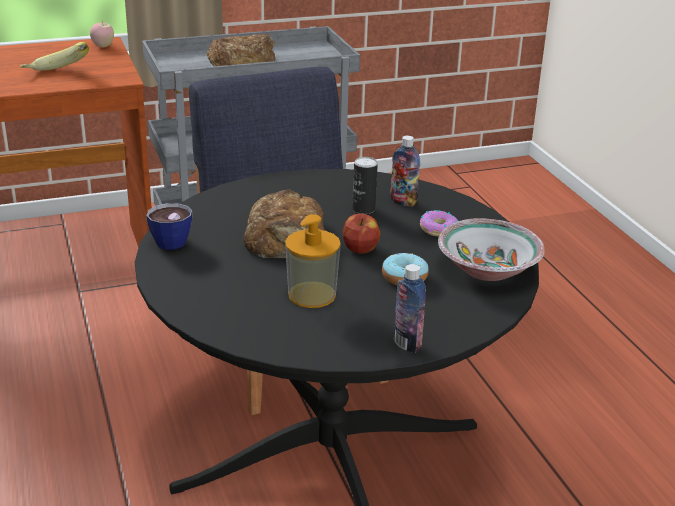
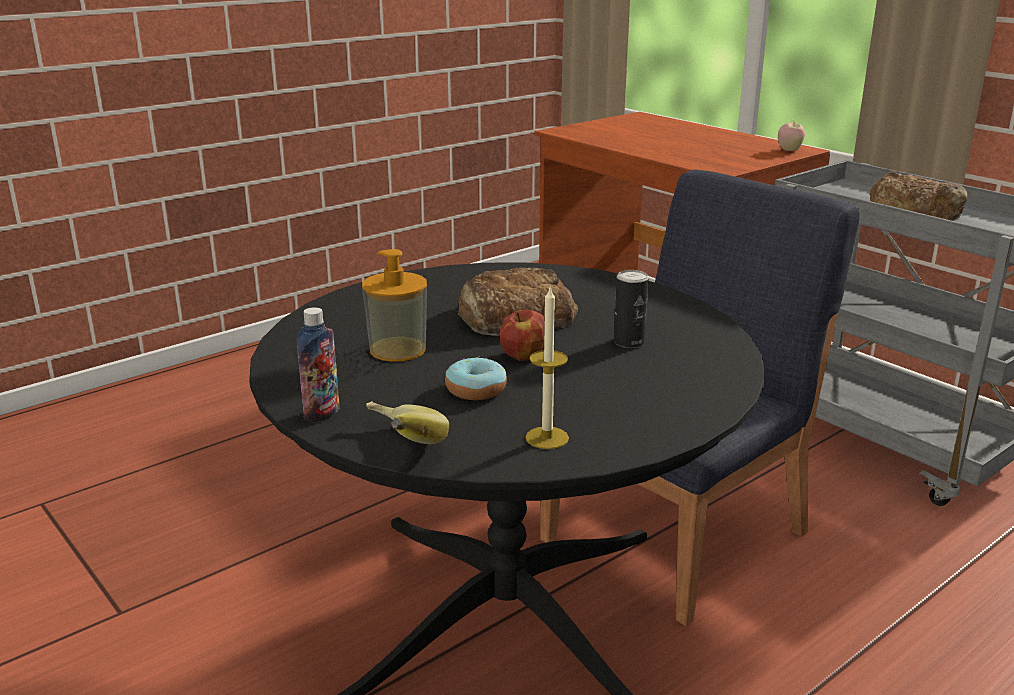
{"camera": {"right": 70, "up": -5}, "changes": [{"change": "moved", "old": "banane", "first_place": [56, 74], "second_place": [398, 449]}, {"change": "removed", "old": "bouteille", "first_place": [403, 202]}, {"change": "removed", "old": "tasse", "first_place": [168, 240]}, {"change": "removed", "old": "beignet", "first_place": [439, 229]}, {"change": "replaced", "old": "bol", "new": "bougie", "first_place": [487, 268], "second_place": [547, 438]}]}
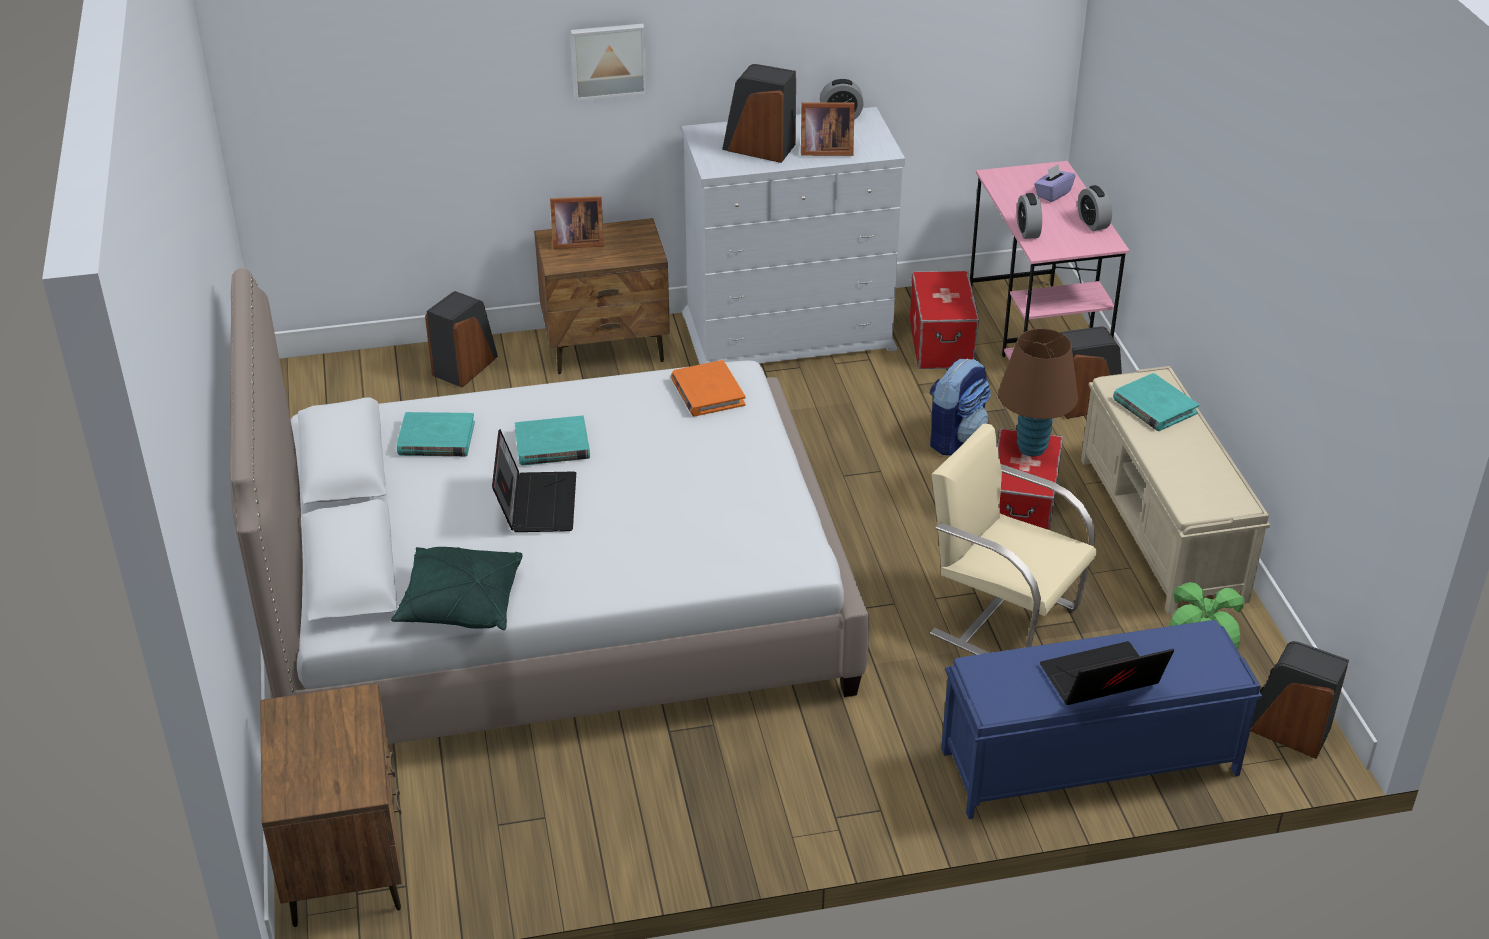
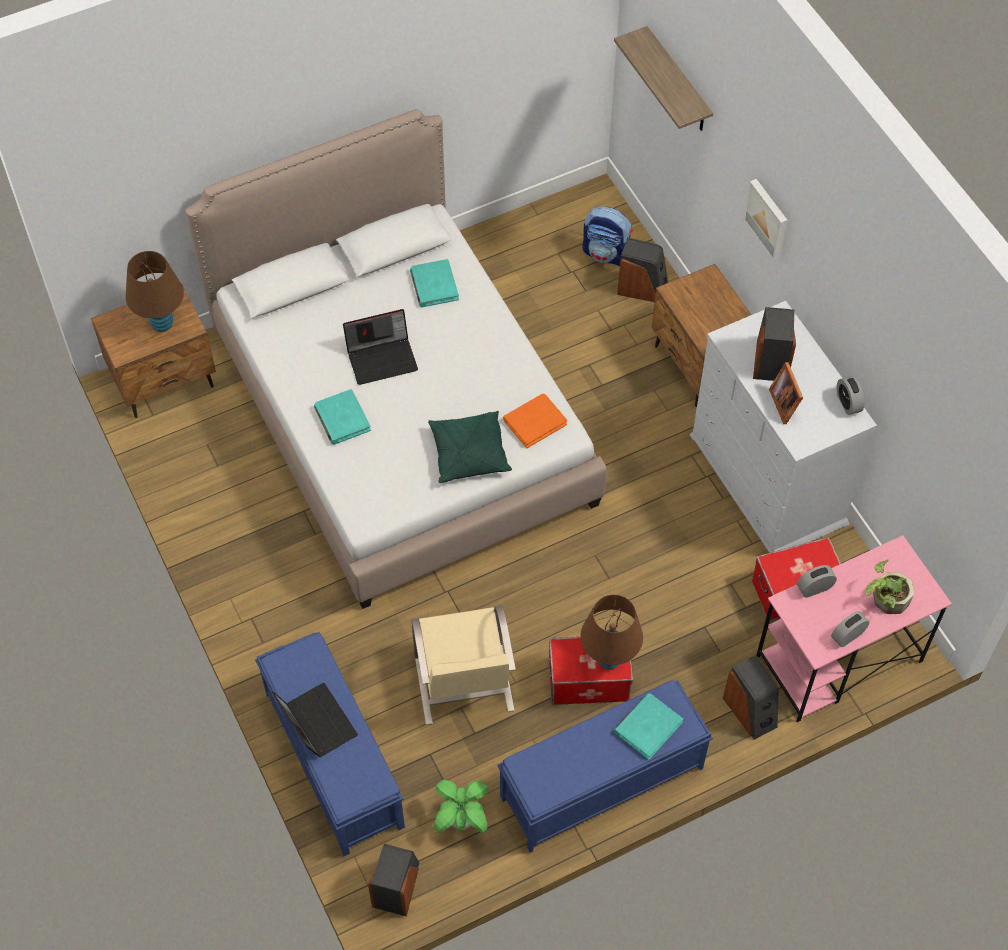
{"camera": {"right": 75, "up": 20}, "changes": [{"change": "replaced", "old": "boîte à mouchoirs/violet", "new": "plante en pot", "first_place": [1053, 194], "second_place": [885, 599]}, {"change": "removed", "old": "cadre photo", "first_place": [576, 241]}, {"change": "moved", "old": "sac à dos", "first_place": [956, 438], "second_place": [606, 253]}, {"change": "recoloured", "old": "banc/beige", "new": "banc/bleu", "first_place": [1162, 529], "second_place": [600, 783]}, {"change": "moved", "old": "livre/turquoise", "first_place": [552, 445], "second_place": [342, 419]}, {"change": "turned", "old": "chaise/beige", "first_place": [1002, 619], "second_place": [464, 686], "degrees": 150}, {"change": "moved", "old": "coussin/vert", "first_place": [460, 604], "second_place": [469, 453]}, {"change": "added", "new": "étagère", "second_place": [678, 82]}, {"change": "added", "new": "lampe de table/marron", "second_place": [162, 324]}]}
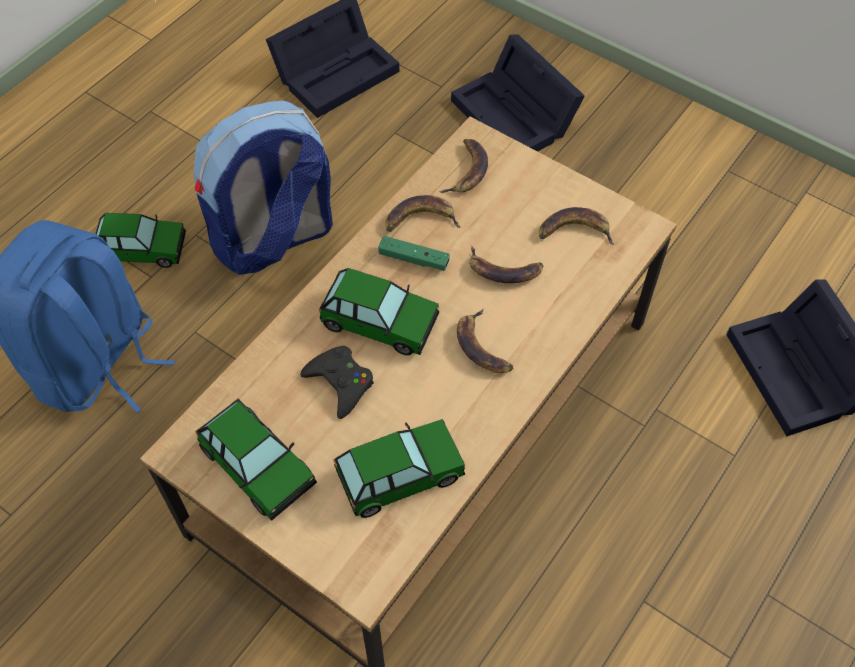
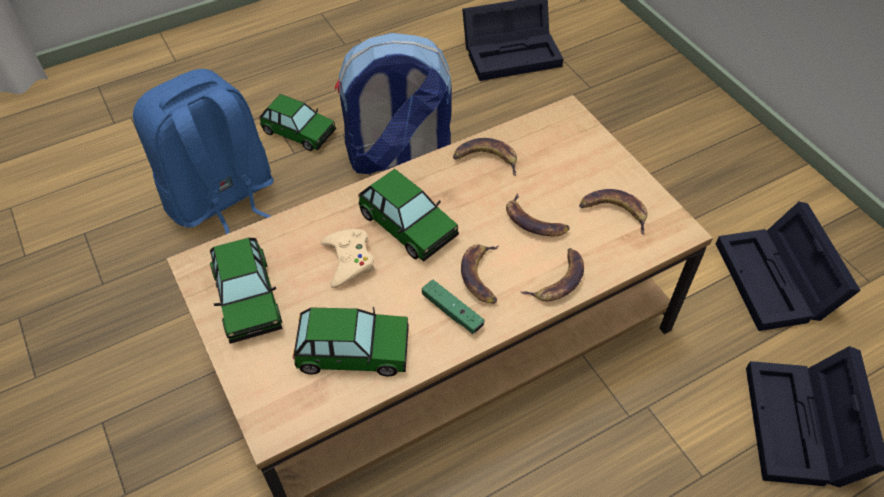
{"camera": {"right": 25, "up": -5}, "changes": [{"change": "moved", "old": "boîte de rangement/noir", "first_place": [517, 116], "second_place": [778, 282]}, {"change": "moved", "old": "banane", "first_place": [467, 170], "second_place": [558, 280]}, {"change": "moved", "old": "manette/vert", "first_place": [414, 259], "second_place": [452, 312]}, {"change": "recoloured", "old": "manette/noir", "new": "manette/beige", "first_place": [340, 383], "second_place": [348, 260]}]}
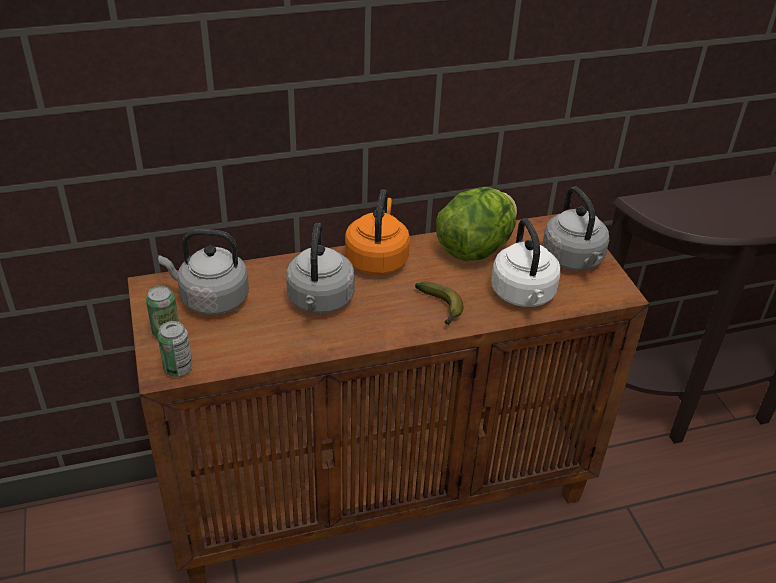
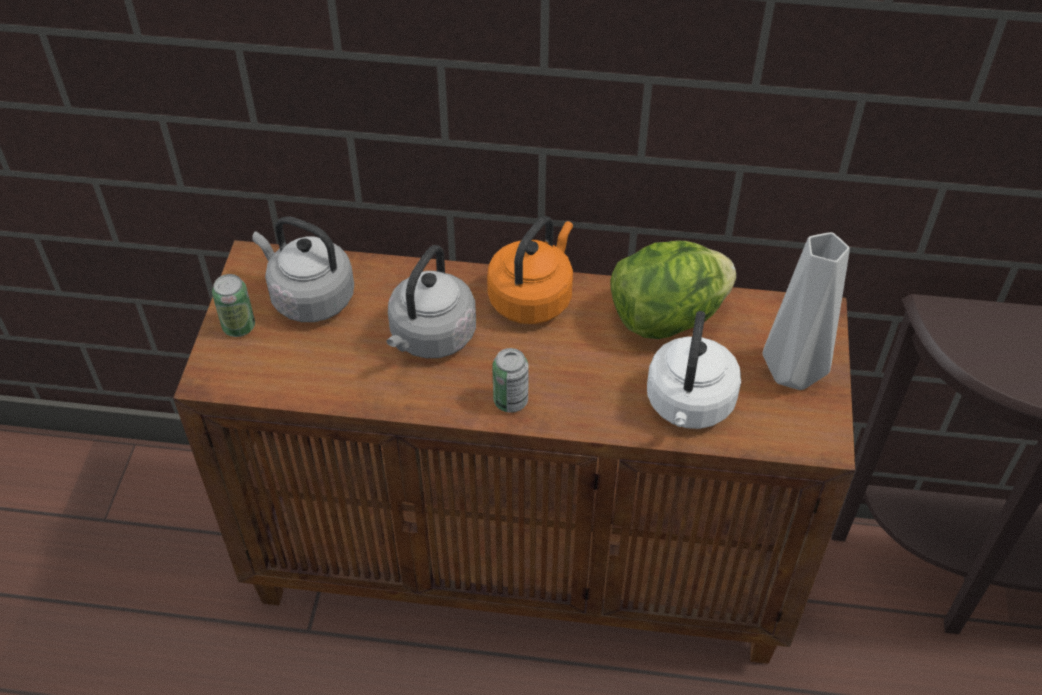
{"camera": {"right": 25, "up": 10}, "changes": [{"change": "replaced", "old": "bouilloire/gris", "new": "vase/gris", "first_place": [573, 260], "second_place": [789, 373]}, {"change": "removed", "old": "banane", "first_place": [441, 308]}, {"change": "moved", "old": "boîte métallique", "first_place": [178, 368], "second_place": [510, 401]}]}
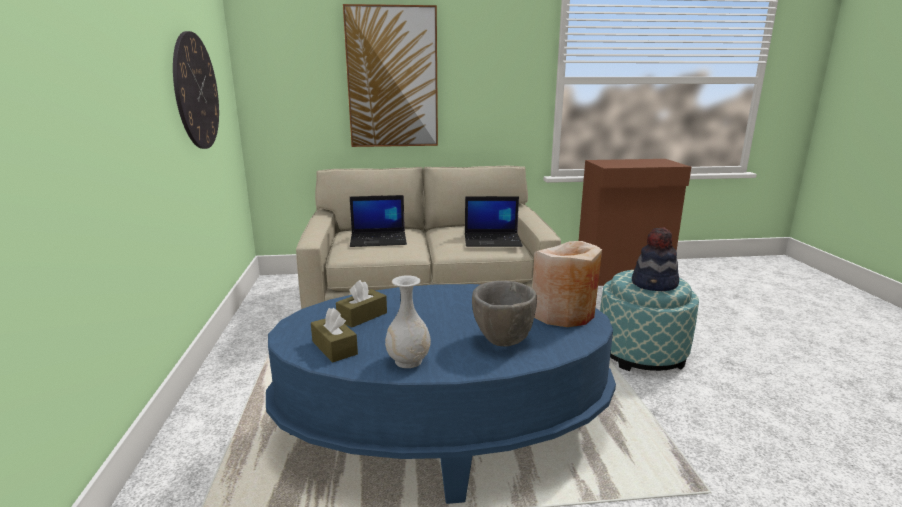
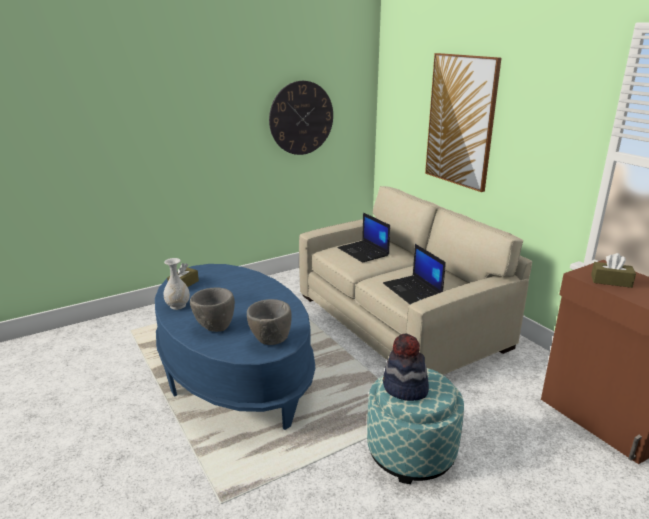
{"camera": {"right": 65, "up": 5}, "changes": [{"change": "replaced", "old": "vase/beige", "new": "bol/gris", "first_place": [563, 313], "second_place": [270, 341]}, {"change": "moved", "old": "boîte à mouchoirs/marron", "first_place": [362, 316], "second_place": [611, 281]}]}
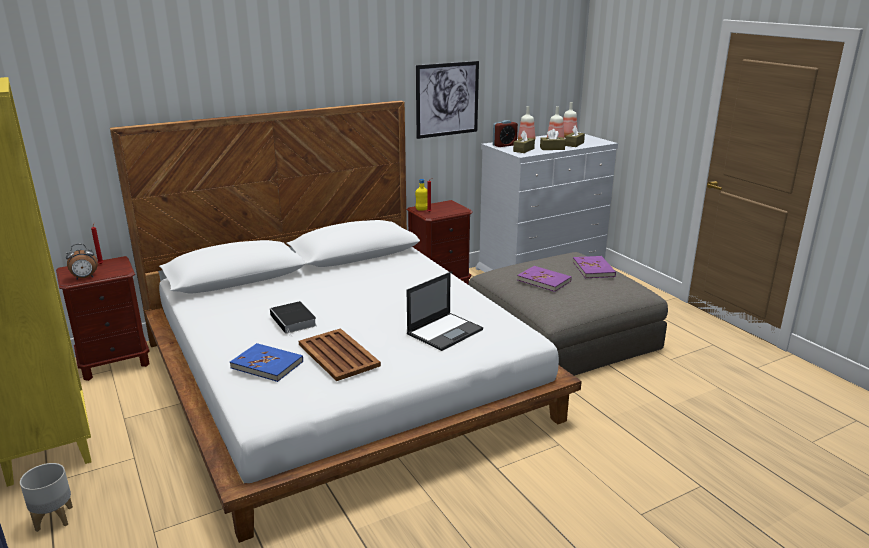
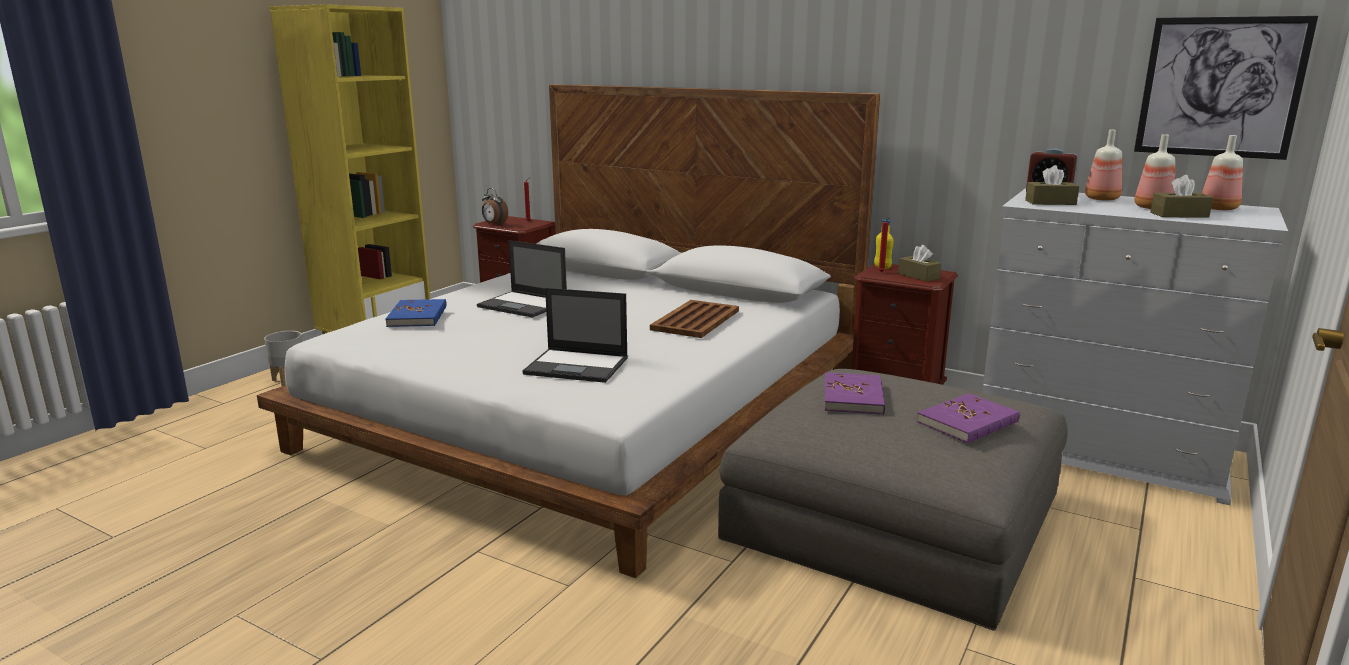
{"camera": {"right": 60, "up": -5}, "changes": [{"change": "moved", "old": "tableau", "first_place": [447, 99], "second_place": [1220, 87]}, {"change": "moved", "old": "boîte à mouchoirs/marron", "first_place": [552, 148], "second_place": [918, 276]}, {"change": "replaced", "old": "livre", "new": "ordinateur portable", "first_place": [294, 321], "second_place": [524, 305]}, {"change": "moved", "old": "plateau/marron", "first_place": [338, 355], "second_place": [695, 320]}]}
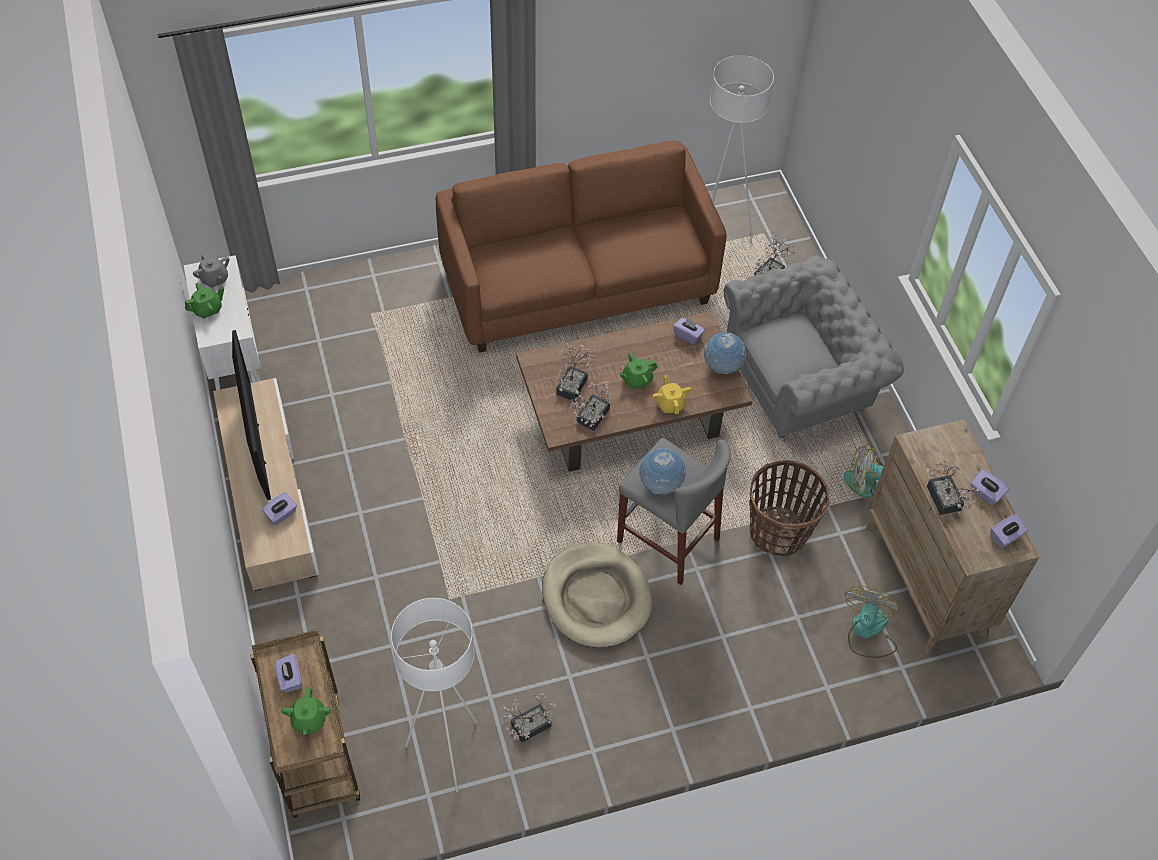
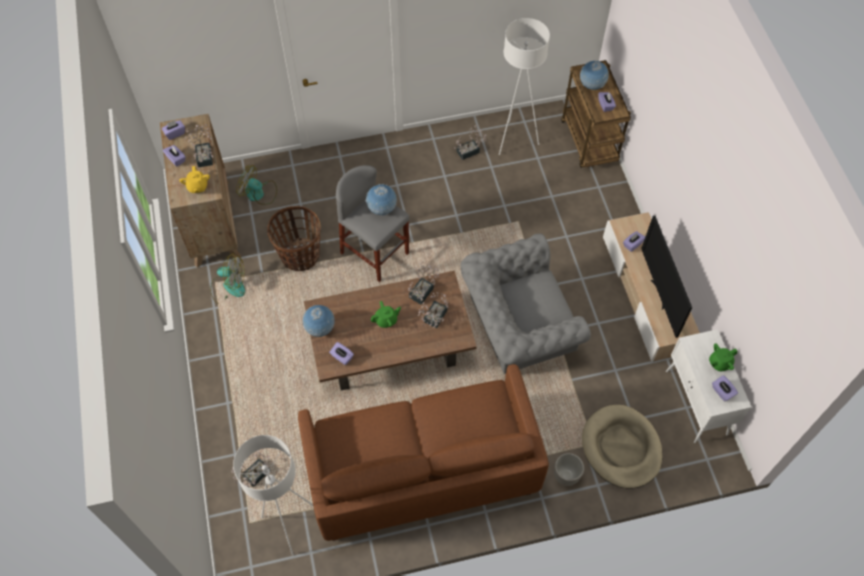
{"camera": {"right": -175, "up": 5}, "changes": [{"change": "replaced", "old": "théière/gris", "new": "boîte à mouchoirs/violet", "first_place": [214, 279], "second_place": [722, 392]}, {"change": "moved", "old": "fauteuil/gris", "first_place": [801, 381], "second_place": [517, 327]}, {"change": "moved", "old": "théière/jaune", "first_place": [670, 404], "second_place": [197, 187]}, {"change": "moved", "old": "panier pour chien/beige", "first_place": [596, 597], "second_place": [621, 448]}, {"change": "turned", "old": "ventilateur", "first_place": [867, 632], "second_place": [259, 193], "degrees": 90}, {"change": "replaced", "old": "théière/vert", "new": "globe", "first_place": [309, 720], "second_place": [591, 86]}, {"change": "added", "new": "cache-pot", "second_place": [565, 476]}]}
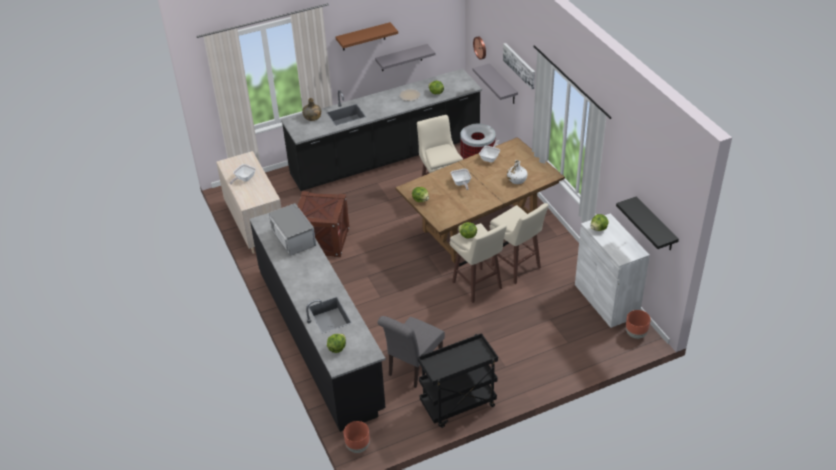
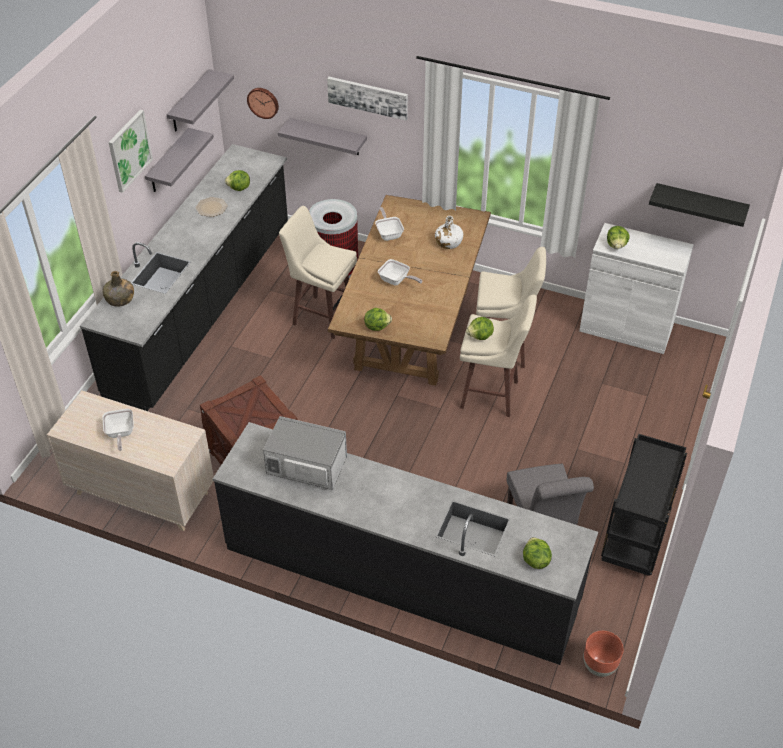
{"camera": {"right": -45, "up": 5}, "changes": [{"change": "replaced", "old": "étagère/marron", "new": "tableau", "first_place": [363, 37], "second_place": [129, 150]}, {"change": "removed", "old": "cache-pot/marron", "first_place": [636, 334]}, {"change": "added", "new": "étagère/gris", "second_place": [189, 102]}]}
